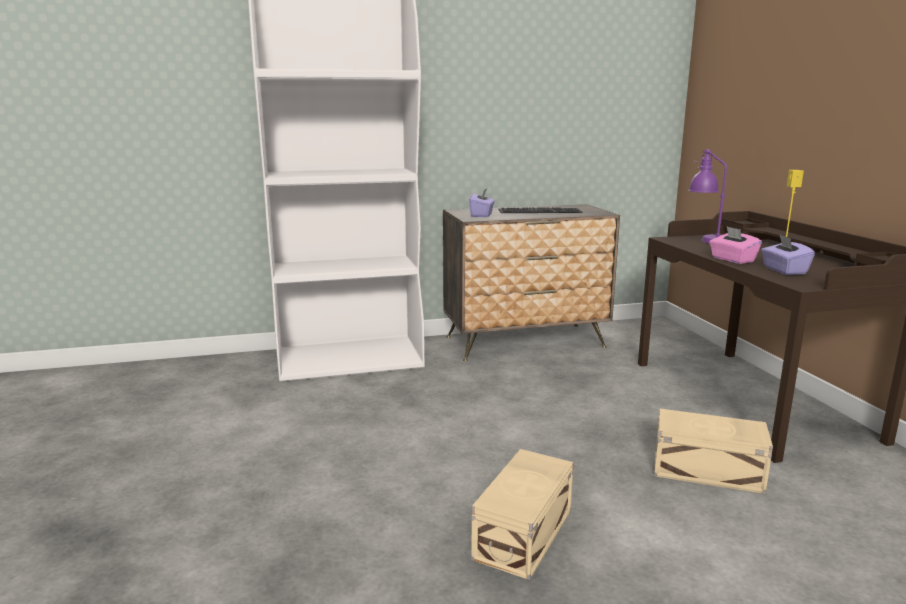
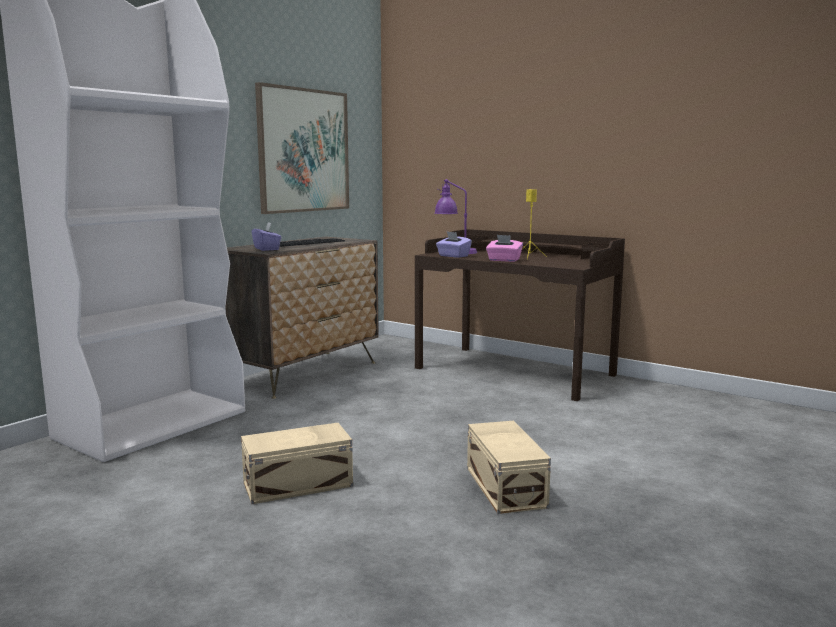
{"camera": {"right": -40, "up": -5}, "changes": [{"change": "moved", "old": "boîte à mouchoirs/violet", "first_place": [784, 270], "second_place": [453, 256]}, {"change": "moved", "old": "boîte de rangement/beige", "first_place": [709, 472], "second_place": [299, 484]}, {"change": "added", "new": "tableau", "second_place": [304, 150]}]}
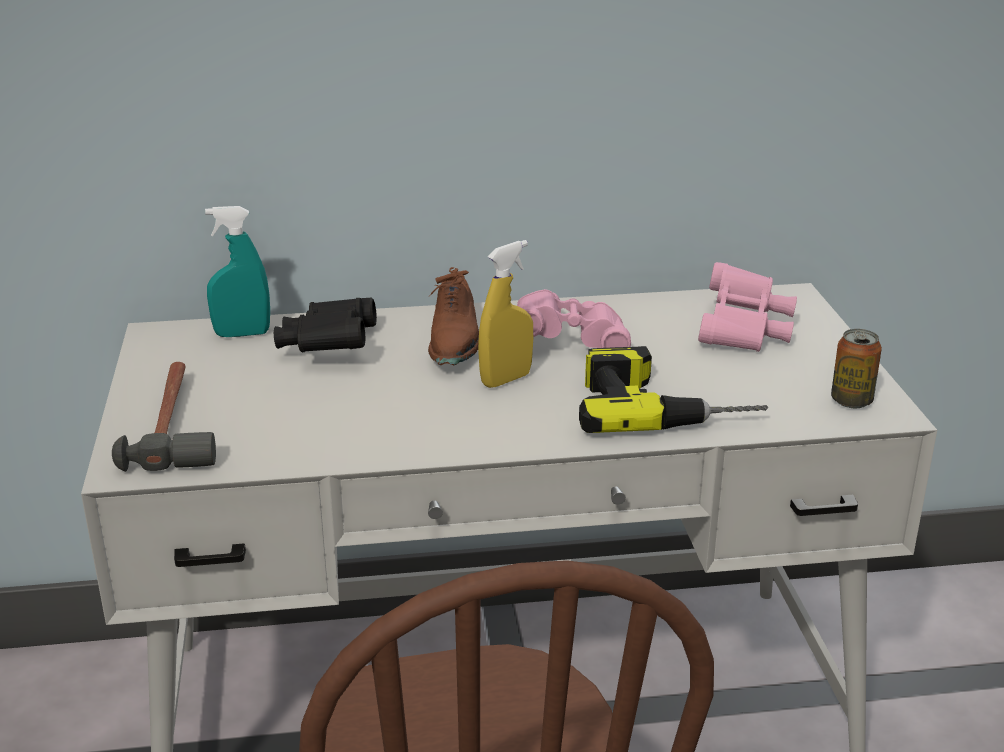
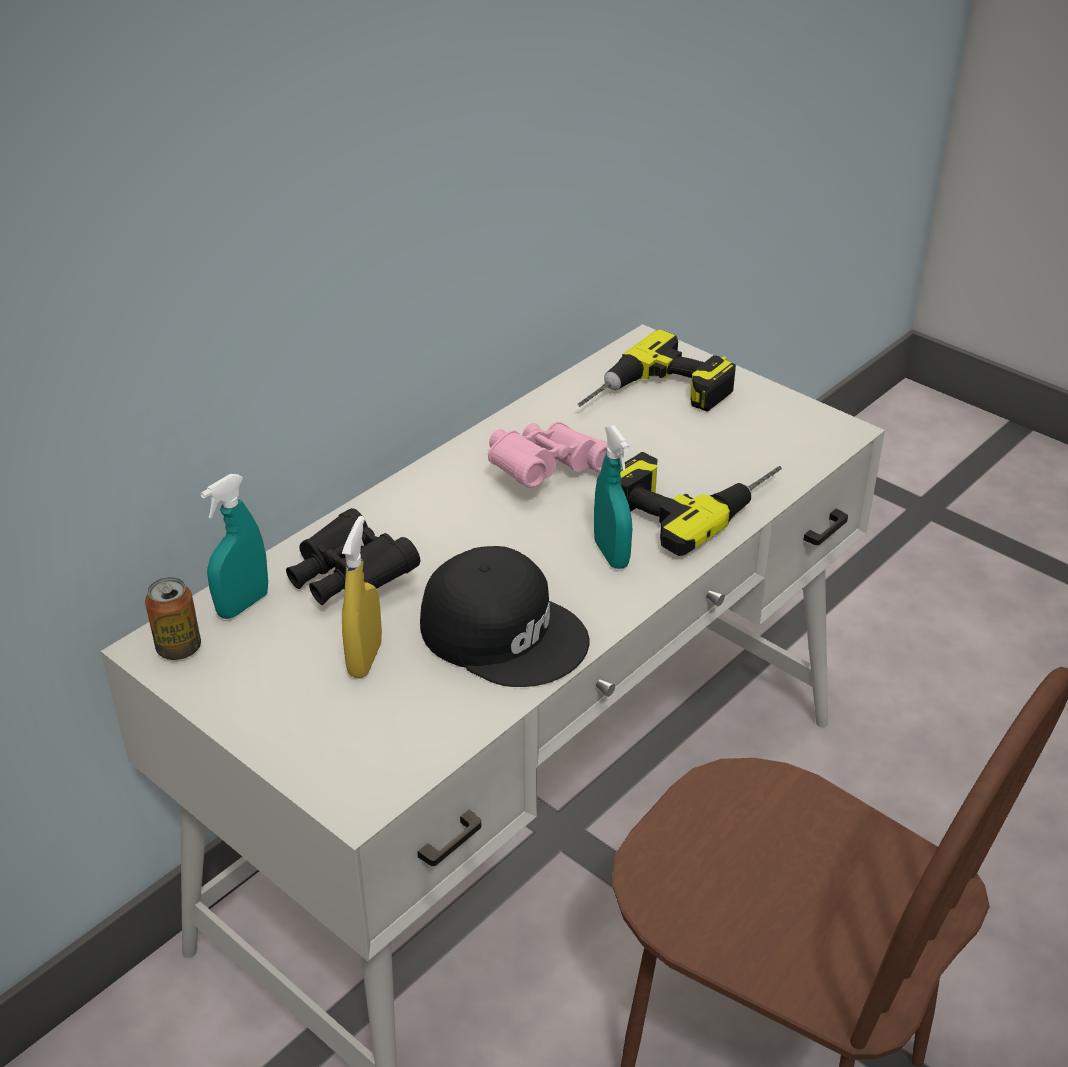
{"camera": {"right": -40, "up": 10}, "changes": [{"change": "moved", "old": "vaporisateur/jaune", "first_place": [506, 379], "second_place": [365, 659]}, {"change": "replaced", "old": "jumelles/rose", "new": "perceuse", "first_place": [744, 331], "second_place": [657, 397]}, {"change": "removed", "old": "chaussure/marron", "first_place": [455, 344]}, {"change": "moved", "old": "boîte métallique", "first_place": [851, 401], "second_place": [179, 648]}, {"change": "removed", "old": "marteau", "first_place": [175, 424]}, {"change": "added", "new": "vaporisateur/turquoise", "second_place": [611, 554]}, {"change": "added", "new": "casquette/noir", "second_place": [504, 632]}]}
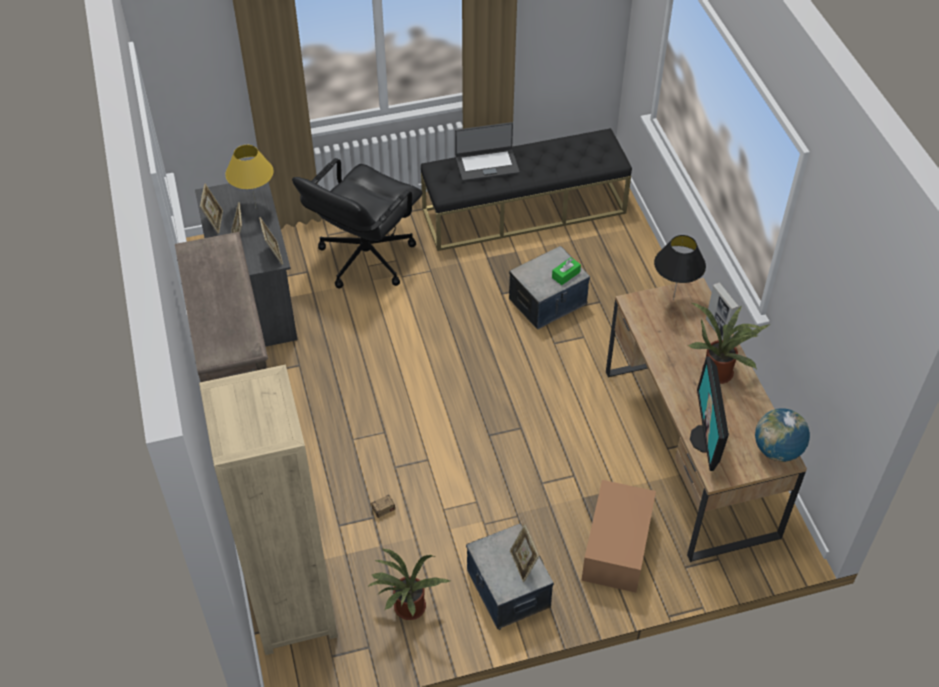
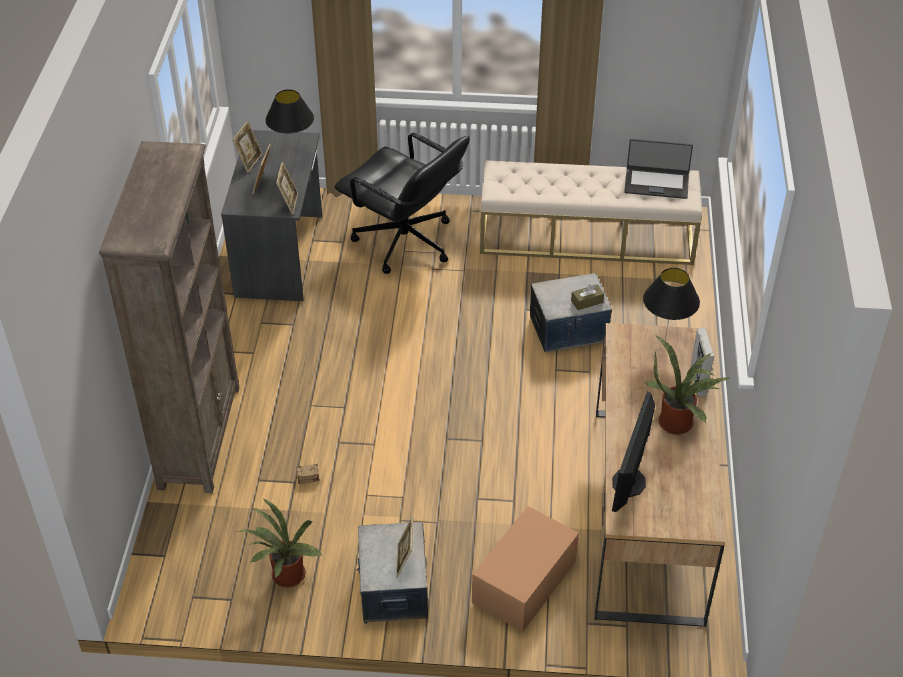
{"camera": {"right": 20, "up": -5}, "changes": [{"change": "moved", "old": "ordinateur portable", "first_place": [487, 164], "second_place": [656, 183]}, {"change": "recoloured", "old": "banc/noir", "new": "banc/beige", "first_place": [524, 211], "second_place": [587, 237]}, {"change": "recoloured", "old": "lampe de table/jaune", "new": "lampe de table/noir", "first_place": [256, 208], "second_place": [294, 159]}, {"change": "turned", "old": "chaise de bureau/noir", "first_place": [365, 258], "second_place": [405, 243], "degrees": -105}, {"change": "recoloured", "old": "boîte à mouchoirs/vert", "new": "boîte à mouchoirs/marron", "first_place": [566, 275], "second_place": [587, 301]}, {"change": "removed", "old": "bibliothèque/beige", "first_place": [293, 608]}, {"change": "removed", "old": "globe", "first_place": [777, 450]}]}
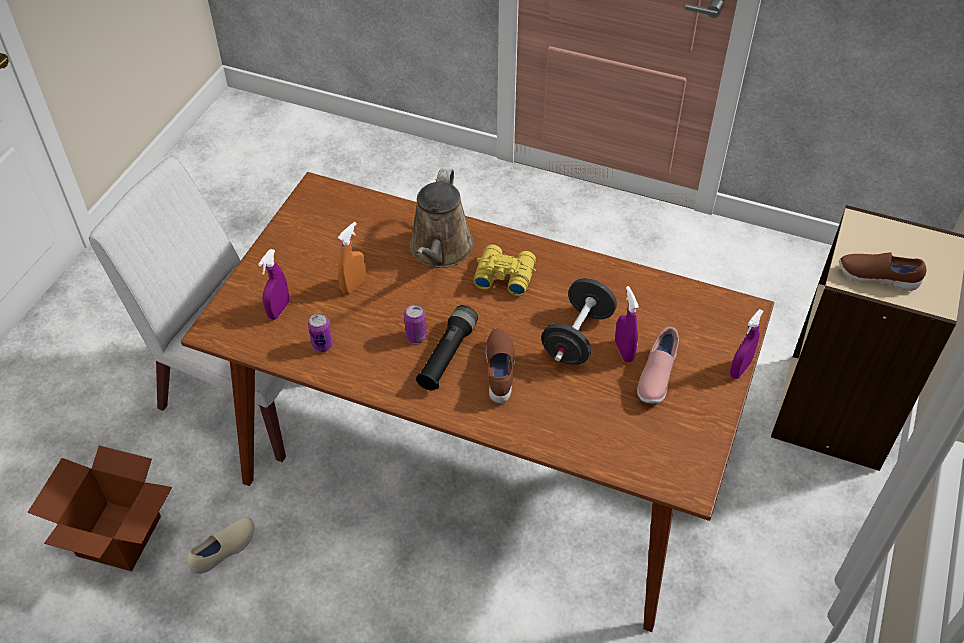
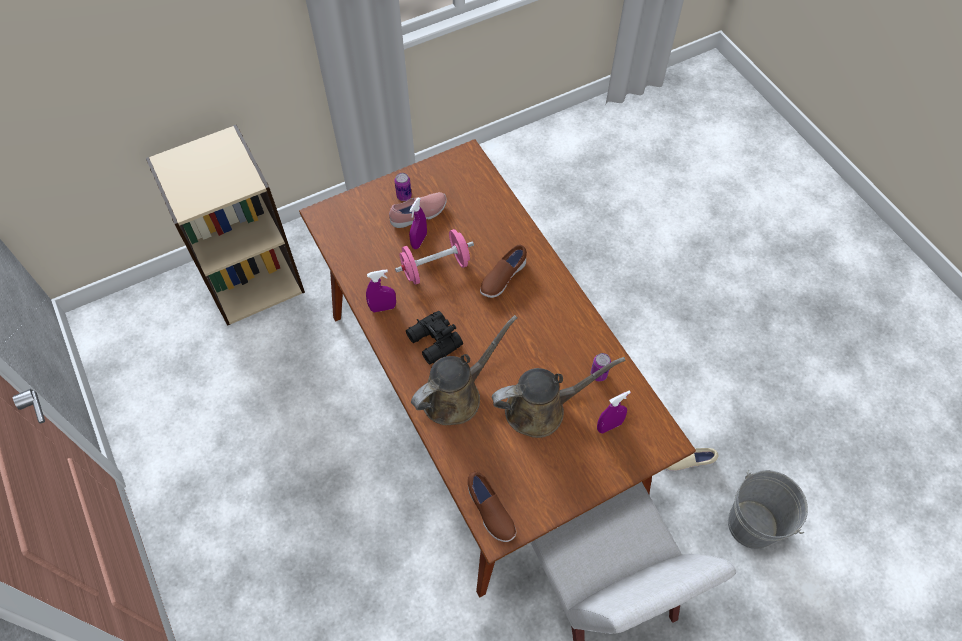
{"camera": {"right": -140, "up": 10}, "changes": [{"change": "replaced", "old": "vaporisateur/orange", "new": "arrosoir/marron", "first_place": [354, 285], "second_place": [541, 409]}, {"change": "recoloured", "old": "jumelles/jaune", "new": "jumelles/noir", "first_place": [504, 275], "second_place": [434, 342]}, {"change": "moved", "old": "chaussure/marron", "first_place": [877, 277], "second_place": [489, 512]}, {"change": "recoloured", "old": "haltère/noir", "new": "haltère/rose", "first_place": [577, 337], "second_place": [435, 267]}, {"change": "moved", "old": "boîte métallique", "first_place": [416, 336], "second_place": [404, 196]}, {"change": "removed", "old": "lampe de poche/noir", "first_place": [447, 355]}, {"change": "moved", "old": "vaporisateur/violet", "first_place": [740, 369], "second_place": [383, 308]}, {"change": "replaced", "old": "carton", "new": "seau/gris", "first_place": [119, 536], "second_place": [752, 524]}]}
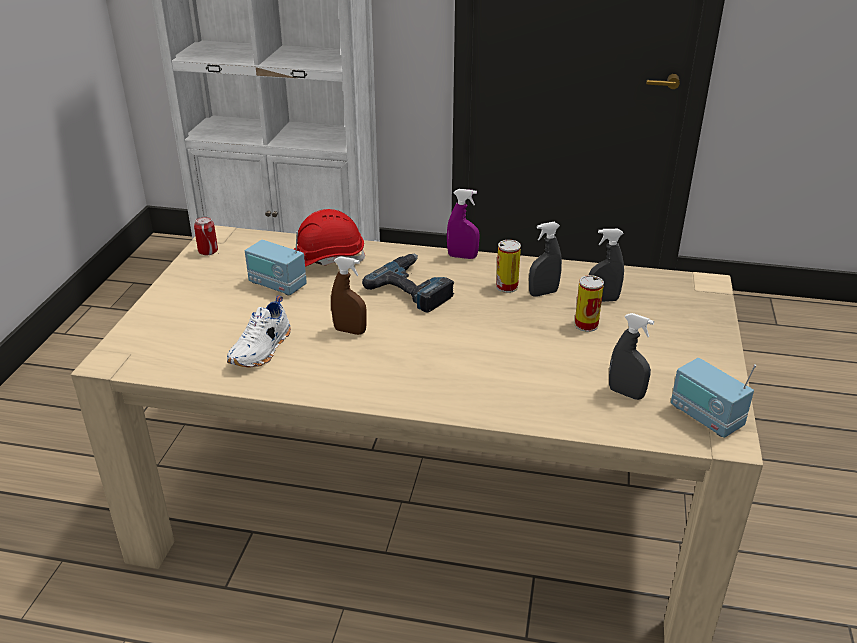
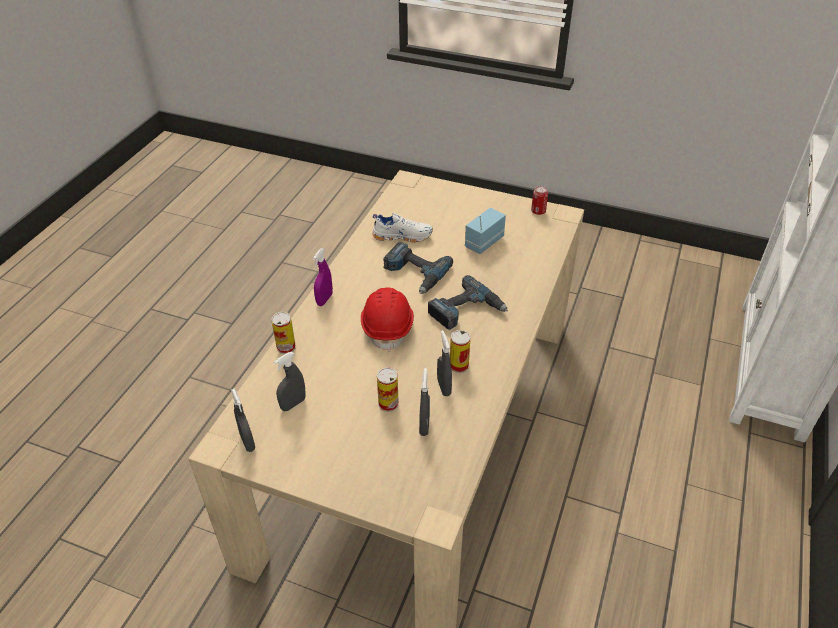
{"camera": {"right": 100, "up": 10}, "changes": [{"change": "moved", "old": "vaporisateur/violet", "first_place": [462, 257], "second_place": [324, 299]}, {"change": "moved", "old": "casque de chantier/rouge", "first_place": [326, 260], "second_place": [388, 326]}, {"change": "replaced", "old": "vaporisateur/marron", "new": "perceuse", "first_place": [350, 331], "second_place": [414, 273]}, {"change": "turned", "old": "chaussure/blanc", "first_place": [262, 350], "second_place": [402, 235], "degrees": 150}, {"change": "replaced", "old": "radio", "new": "vaporisateur/gris", "first_place": [705, 417], "second_place": [247, 442]}, {"change": "added", "new": "boîte métallique", "second_place": [286, 347]}]}
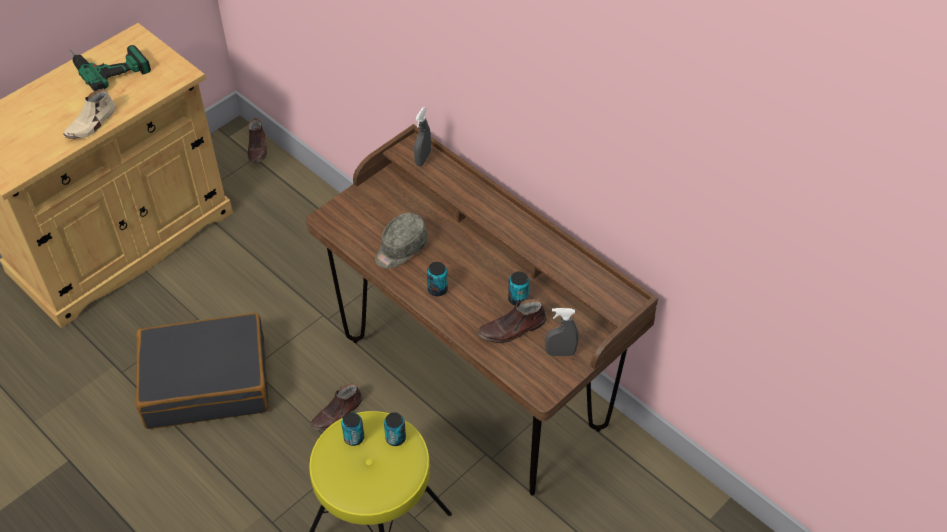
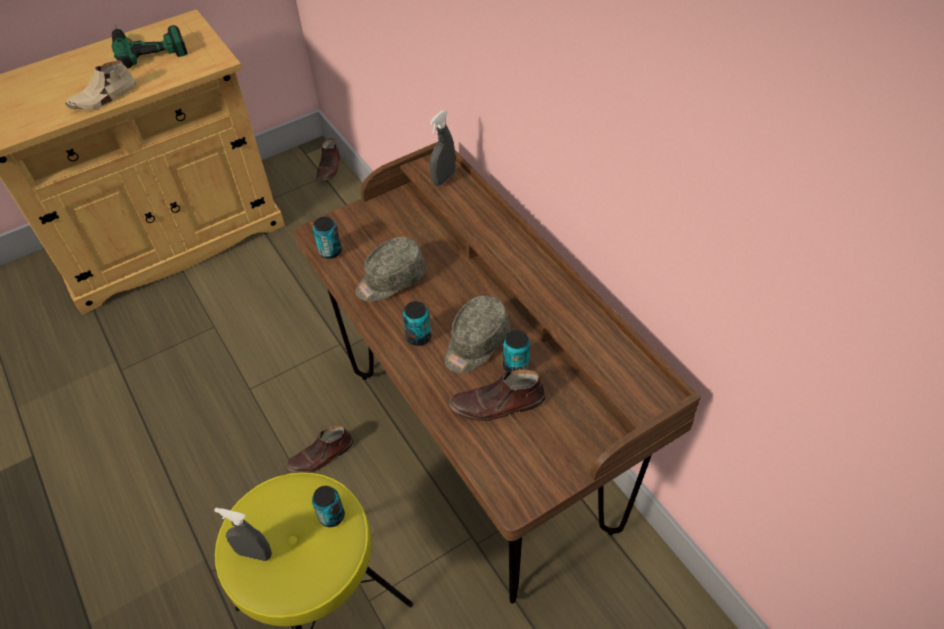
{"camera": {"right": 15, "up": 0}, "changes": [{"change": "moved", "old": "vaporisateur/gris", "first_place": [560, 353], "second_place": [254, 553]}, {"change": "removed", "old": "valise/noir", "first_place": [206, 382]}, {"change": "moved", "old": "boîte métallique", "first_place": [354, 438], "second_place": [330, 251]}, {"change": "added", "new": "casquette/gris", "second_place": [475, 344]}]}
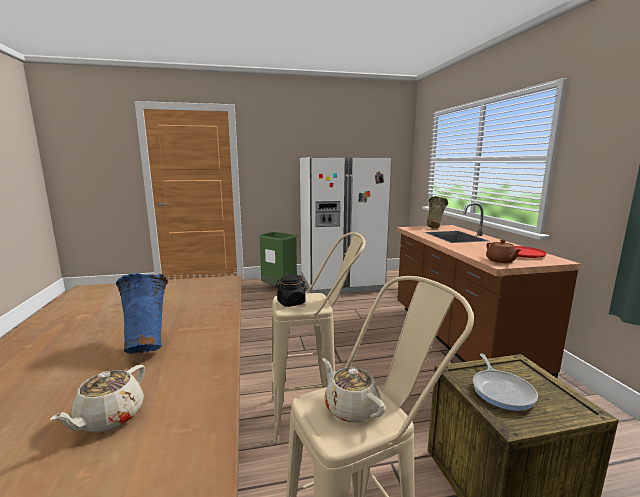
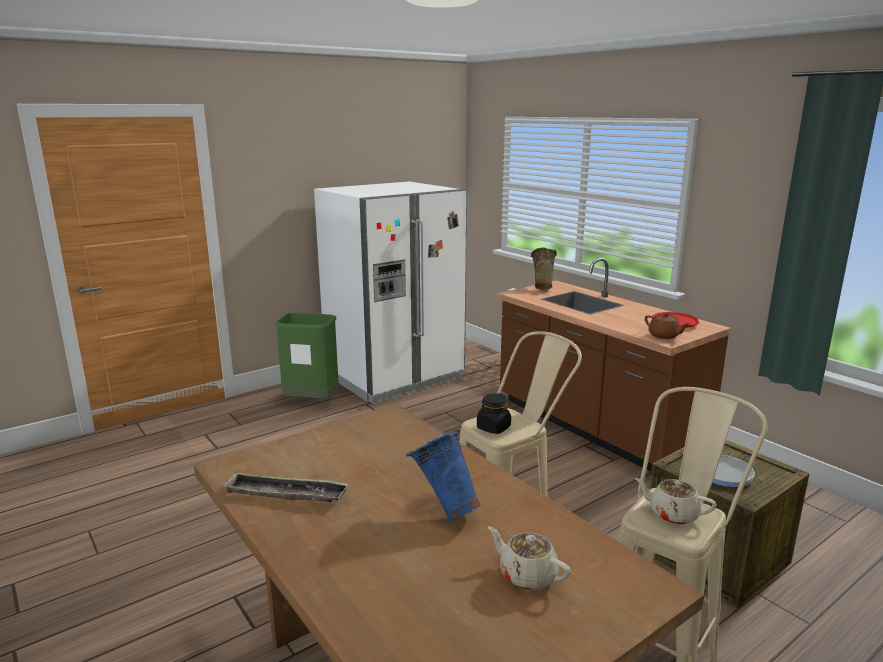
{"camera": {"right": -25, "up": 5}, "changes": [{"change": "turned", "old": "théière/beige", "first_place": [109, 418], "second_place": [527, 575], "degrees": 135}, {"change": "added", "new": "plateau", "second_place": [286, 494]}]}
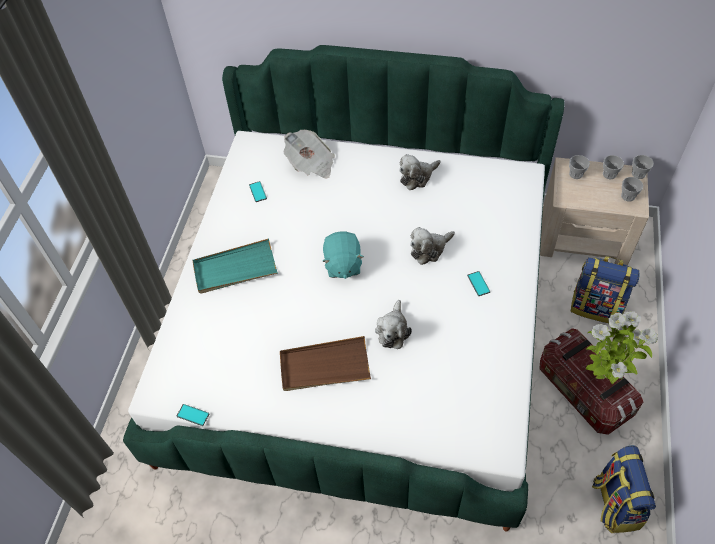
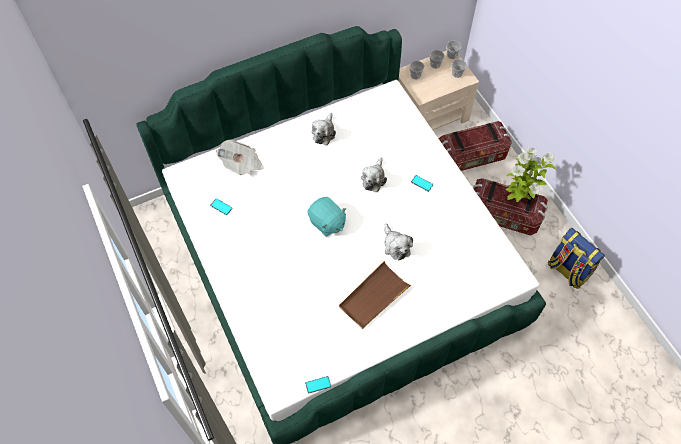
{"camera": {"right": -40, "up": 5}, "changes": [{"change": "removed", "old": "plateau/turquoise", "first_place": [235, 269]}, {"change": "replaced", "old": "sac à dos", "new": "boîte de rangement", "first_place": [596, 307], "second_place": [471, 157]}]}
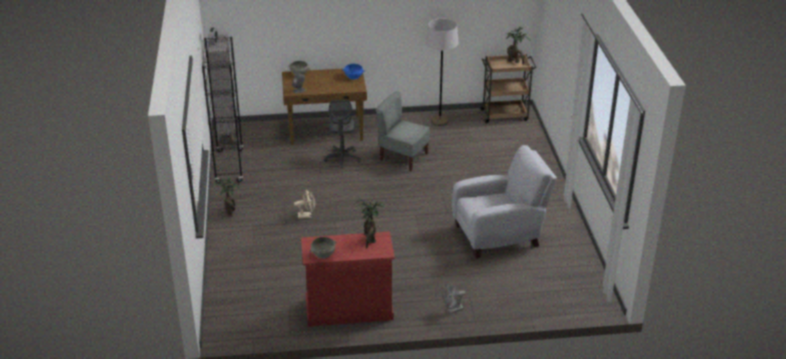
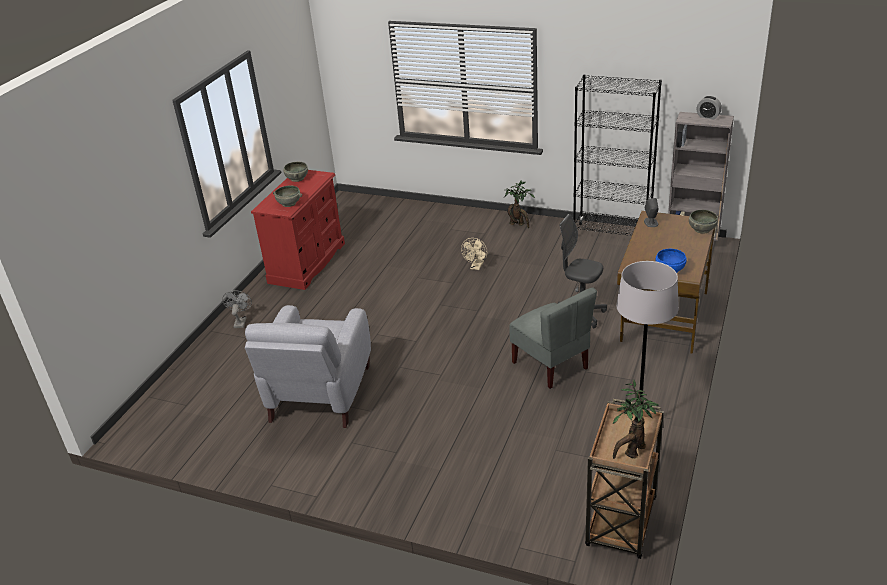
{"camera": {"right": 120, "up": 0}, "changes": [{"change": "turned", "old": "chaise/gris", "first_place": [403, 158], "second_place": [551, 365], "degrees": 90}, {"change": "replaced", "old": "plante en pot", "new": "bol/gris", "first_place": [370, 240], "second_place": [289, 203]}]}
